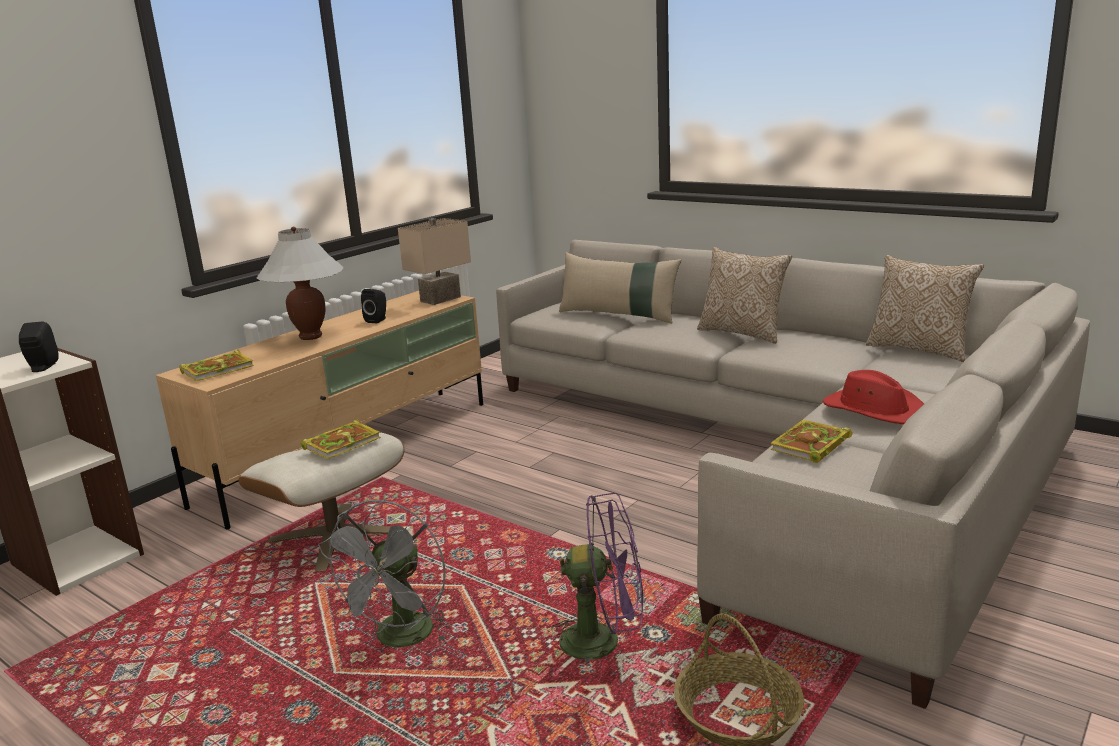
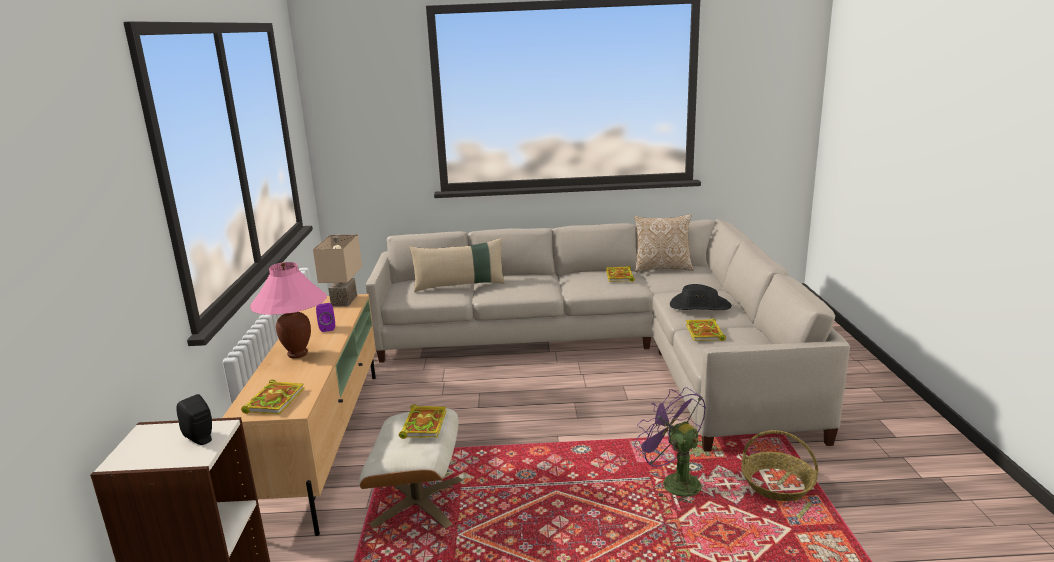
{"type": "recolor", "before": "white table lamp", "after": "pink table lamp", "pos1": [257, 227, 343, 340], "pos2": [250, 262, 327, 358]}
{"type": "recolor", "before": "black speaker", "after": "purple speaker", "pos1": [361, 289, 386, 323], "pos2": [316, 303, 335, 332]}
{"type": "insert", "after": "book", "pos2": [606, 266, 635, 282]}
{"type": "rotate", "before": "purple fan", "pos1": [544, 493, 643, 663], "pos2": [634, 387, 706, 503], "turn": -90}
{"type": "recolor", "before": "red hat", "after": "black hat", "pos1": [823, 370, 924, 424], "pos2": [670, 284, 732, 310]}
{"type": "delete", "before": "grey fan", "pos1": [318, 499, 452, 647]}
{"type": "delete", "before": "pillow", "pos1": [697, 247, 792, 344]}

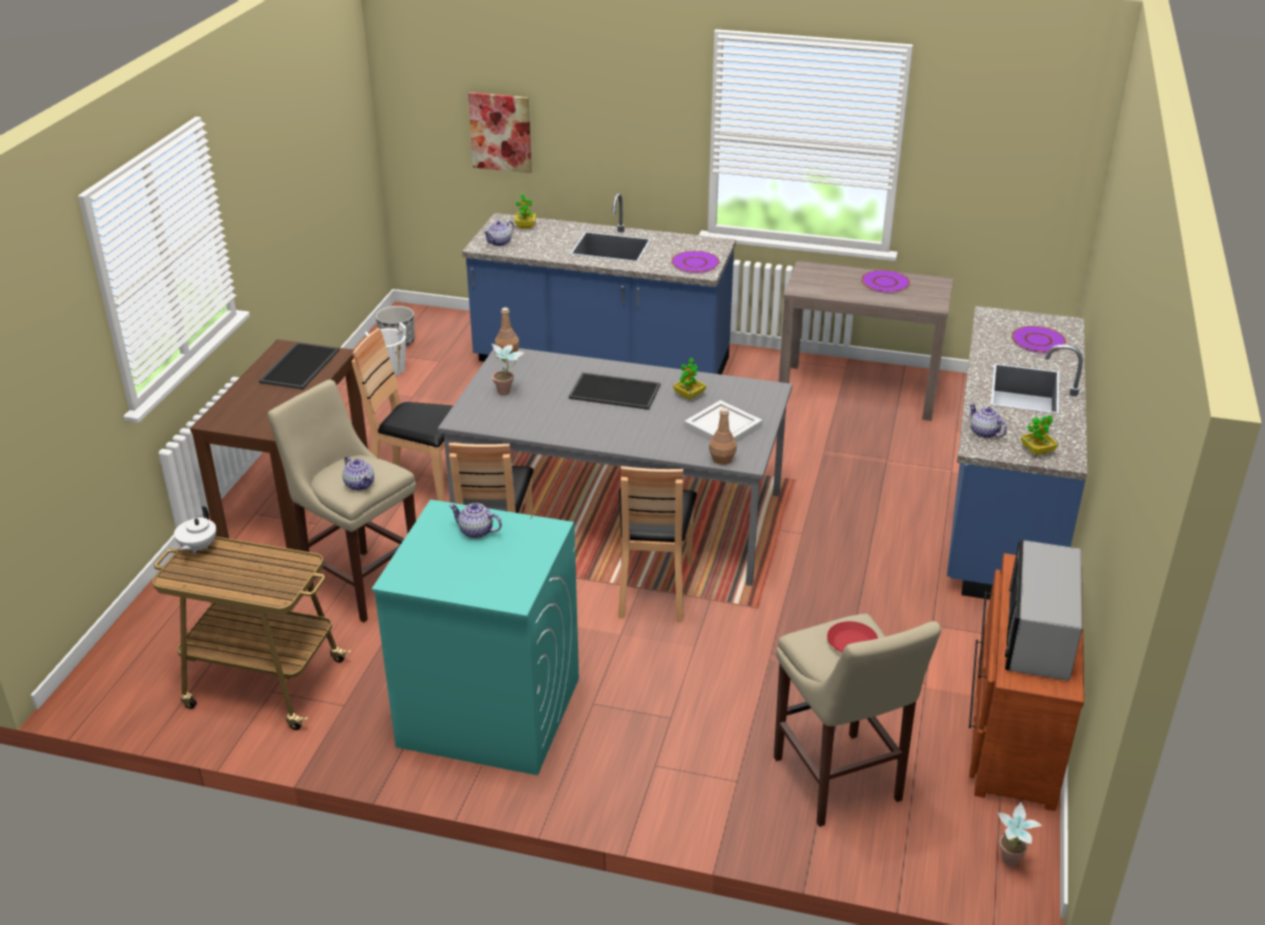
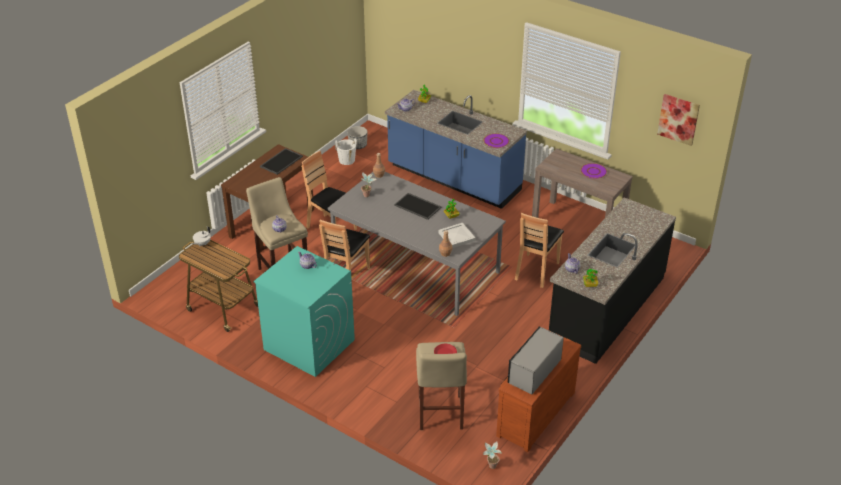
{"type": "move", "before": "brown chair", "pos1": [618, 466, 697, 621], "pos2": [515, 213, 564, 288]}
{"type": "recolor", "before": "blue counter", "after": "black counter", "pos1": [947, 306, 1087, 600], "pos2": [549, 197, 676, 364]}
{"type": "move", "before": "picture", "pos1": [468, 92, 532, 173], "pos2": [657, 94, 700, 146]}
{"type": "delete", "before": "purple plate", "pos1": [1011, 326, 1066, 353]}

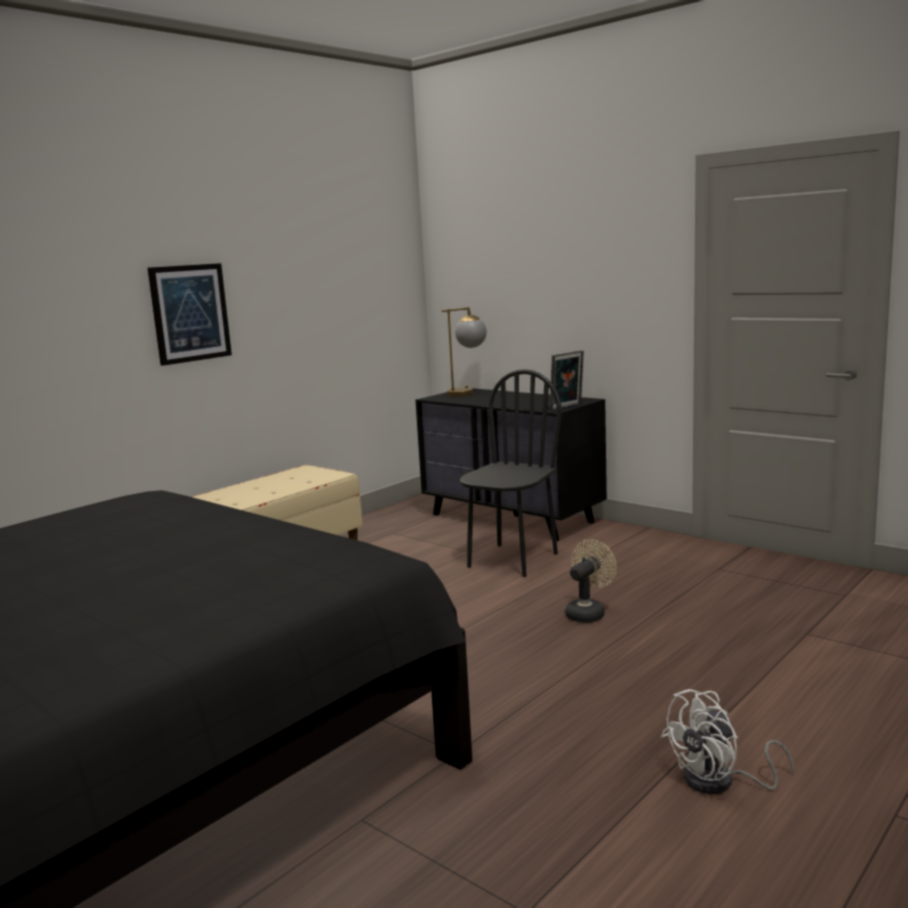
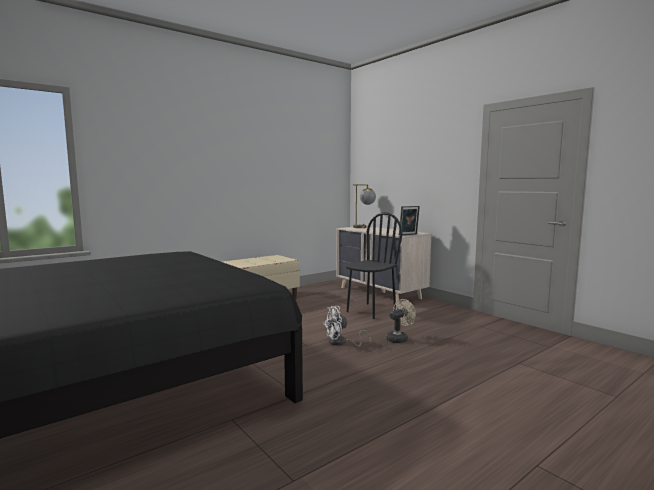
{"type": "move", "before": "white fan", "pos1": [661, 689, 794, 794], "pos2": [323, 306, 371, 347]}
{"type": "recolor", "before": "black dresser", "after": "beige dresser", "pos1": [415, 388, 607, 541], "pos2": [336, 226, 431, 303]}
{"type": "delete", "before": "picture", "pos1": [148, 263, 232, 366]}

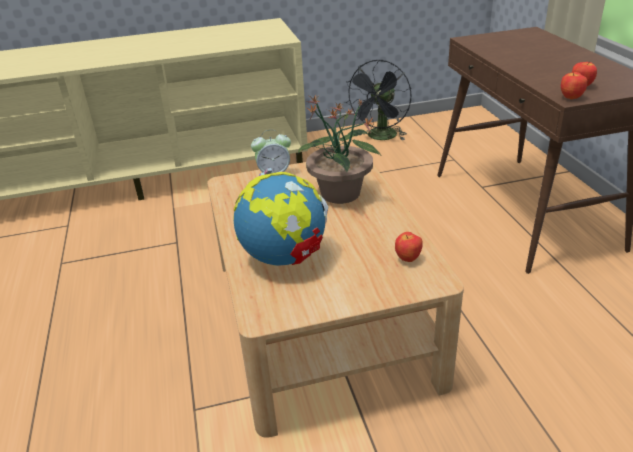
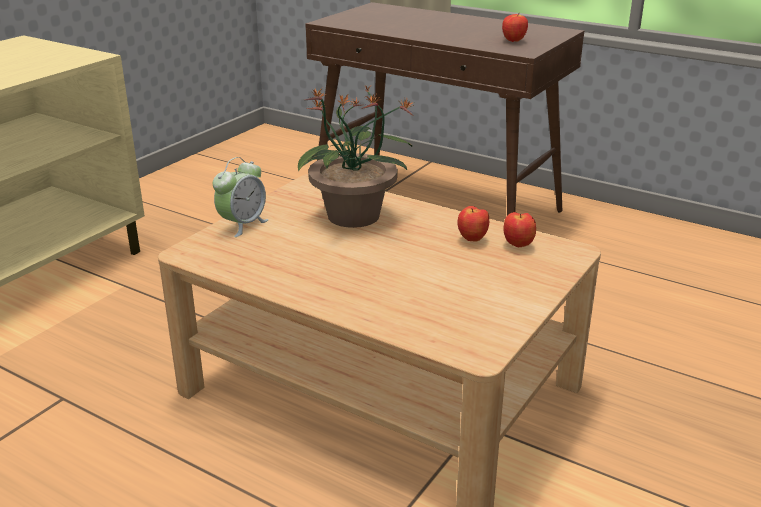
{"type": "move", "before": "apple", "pos1": [561, 72, 588, 99], "pos2": [457, 206, 489, 242]}
{"type": "delete", "before": "globe", "pos1": [233, 168, 328, 266]}
{"type": "delete", "before": "black fan", "pos1": [345, 60, 411, 140]}

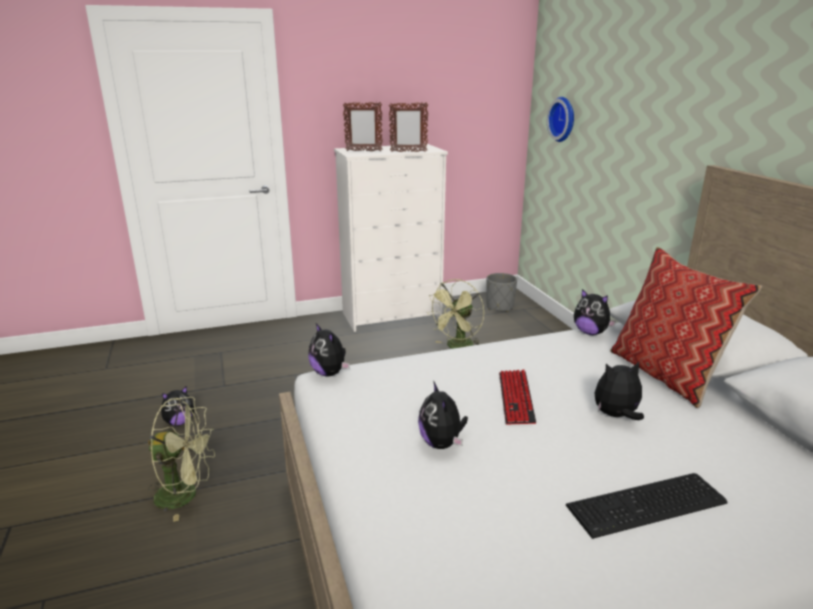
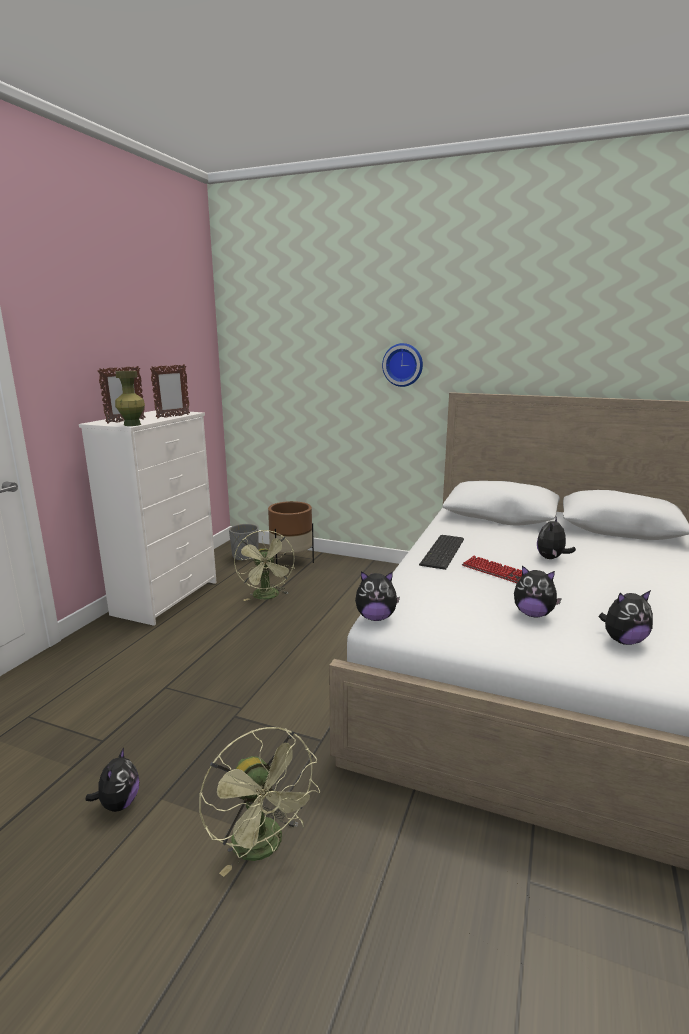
{"type": "insert", "after": "green vase", "pos2": [115, 371, 145, 426]}
{"type": "rotate", "before": "green fan", "pos1": [148, 397, 215, 522], "pos2": [199, 727, 320, 877], "turn": 105}
{"type": "insert", "after": "brown planter", "pos2": [268, 501, 314, 564]}
{"type": "move", "before": "wall clock", "pos1": [547, 97, 574, 142], "pos2": [382, 343, 423, 387]}
{"type": "move", "before": "keyboard", "pos1": [566, 473, 728, 539], "pos2": [419, 535, 464, 570]}
{"type": "move", "before": "plush toy", "pos1": [574, 289, 616, 335], "pos2": [599, 590, 653, 645]}
{"type": "delete", "before": "pillow", "pos1": [610, 247, 762, 408]}

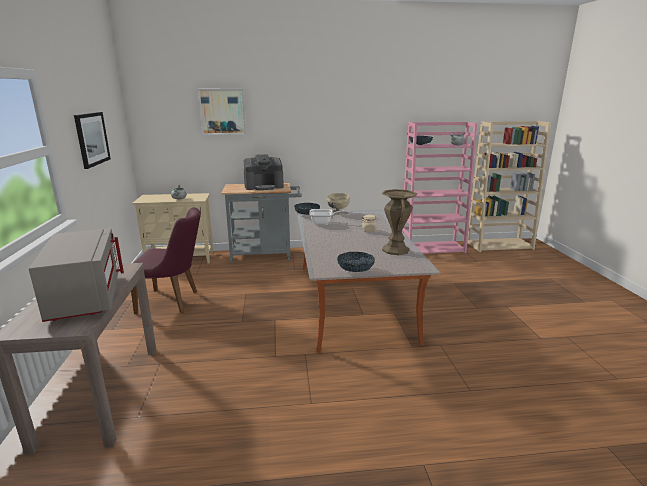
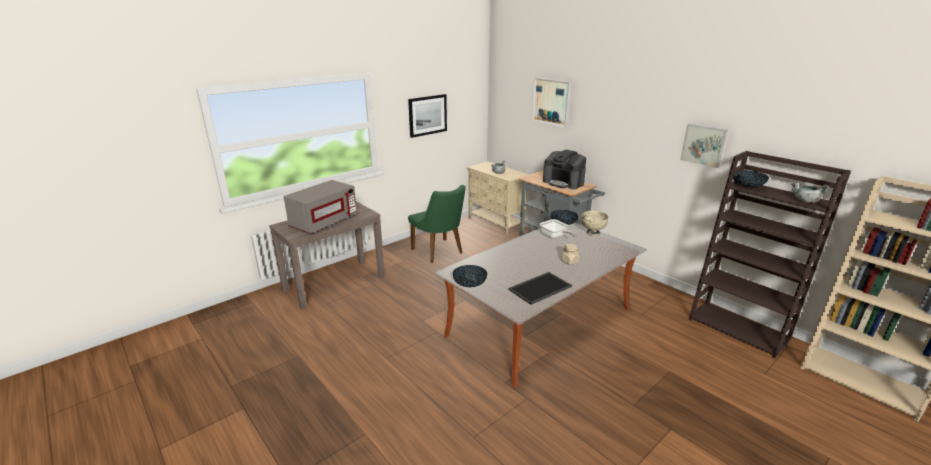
{"type": "recolor", "before": "purple chair", "after": "green chair", "pos1": [131, 207, 201, 314], "pos2": [408, 185, 466, 263]}
{"type": "replace", "before": "brown vase", "after": "tray", "pos1": [381, 189, 417, 255], "pos2": [508, 272, 572, 305]}
{"type": "insert", "after": "picture", "pos2": [680, 124, 728, 168]}
{"type": "recolor", "before": "pink bookcase", "after": "brown bookcase", "pos1": [402, 122, 477, 254], "pos2": [689, 151, 851, 358]}

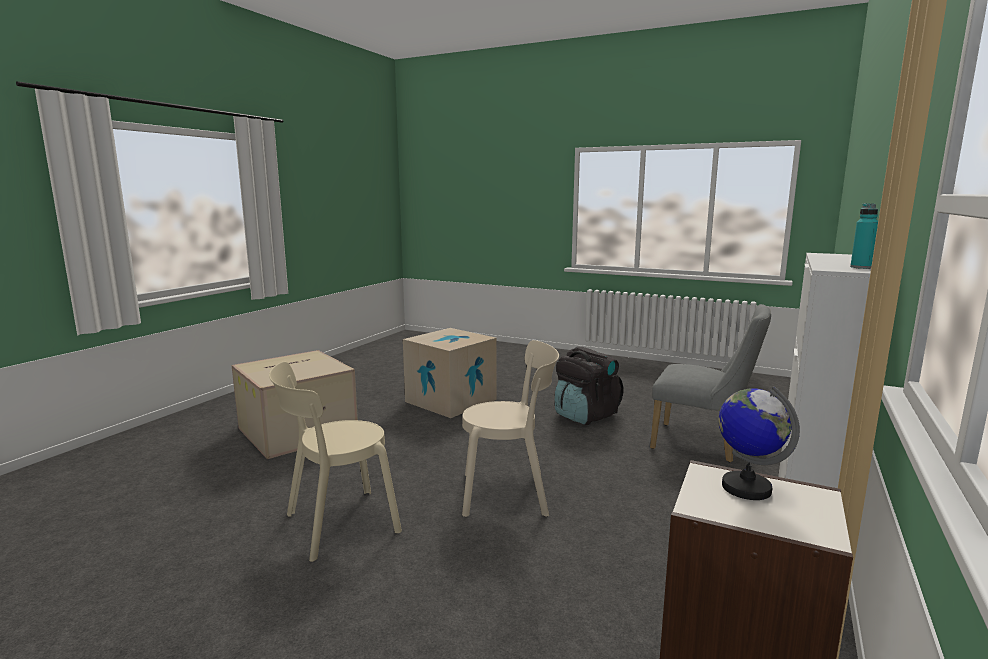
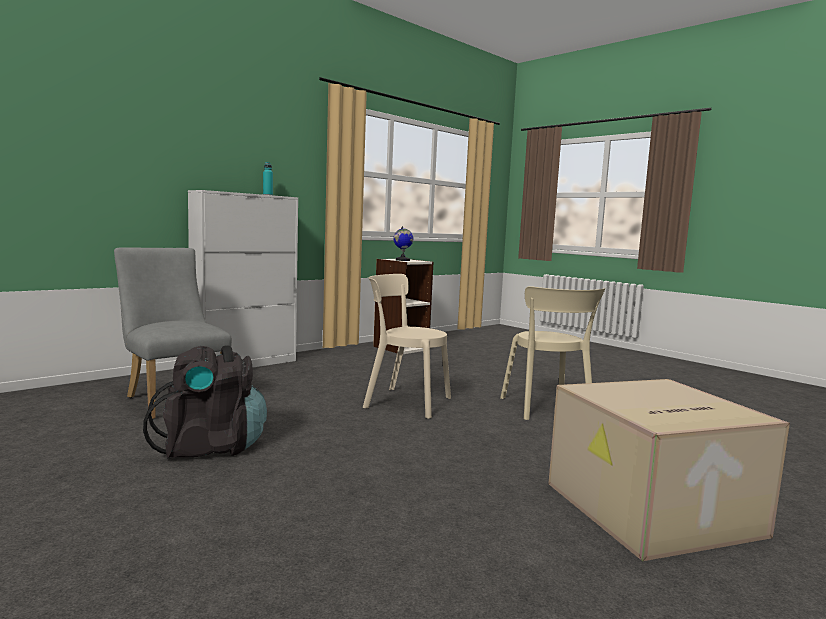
{"type": "rotate", "before": "beige chair", "pos1": [269, 362, 402, 562], "pos2": [500, 286, 605, 420], "turn": 90}
{"type": "delete", "before": "cardboard box", "pos1": [403, 328, 497, 418]}

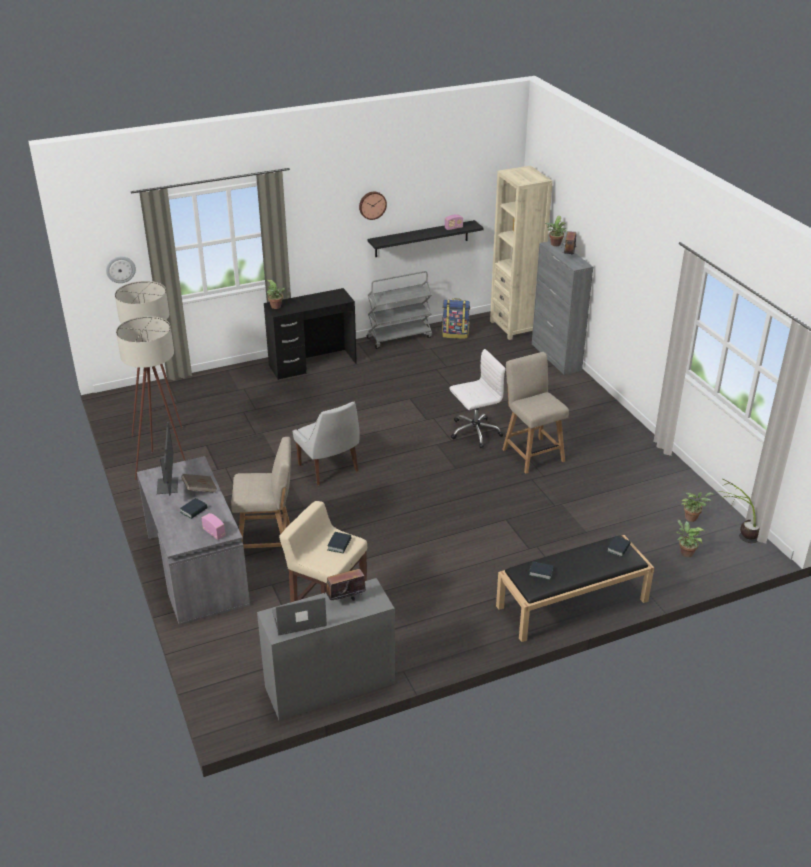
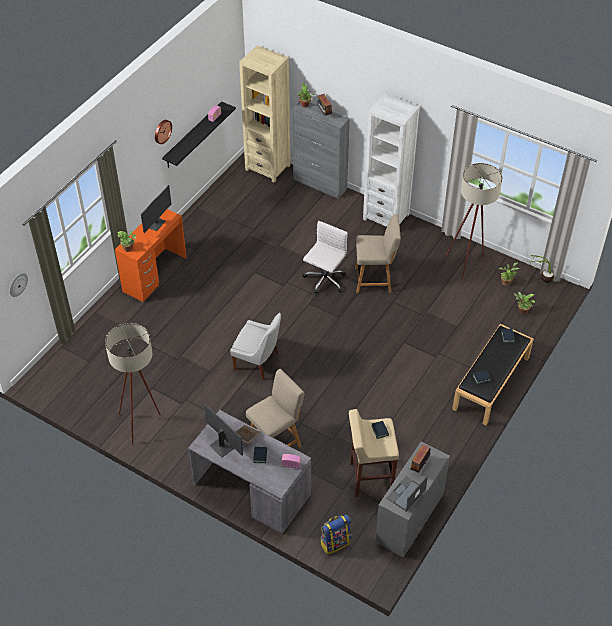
{"type": "recolor", "before": "black desk", "after": "orange desk", "pos1": [264, 288, 357, 380], "pos2": [115, 209, 187, 302]}
{"type": "insert", "after": "monitor", "pos2": [141, 185, 171, 233]}
{"type": "move", "before": "backpack", "pos1": [442, 298, 470, 339], "pos2": [320, 515, 351, 555]}
{"type": "rotate", "before": "beige chair", "pos1": [502, 352, 569, 474], "pos2": [355, 214, 401, 293], "turn": 150}
{"type": "insert", "after": "white bookcase", "pos2": [363, 93, 420, 227]}
{"type": "move", "before": "beige floor lamp", "pos1": [115, 281, 182, 436], "pos2": [446, 163, 502, 279]}
{"type": "delete", "before": "grey cart", "pos1": [366, 271, 432, 349]}

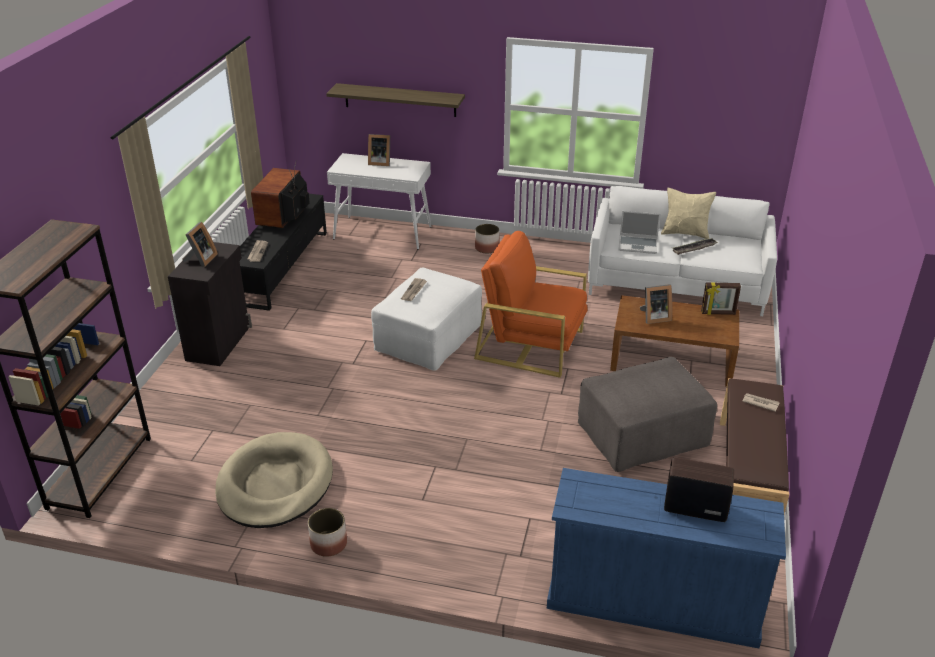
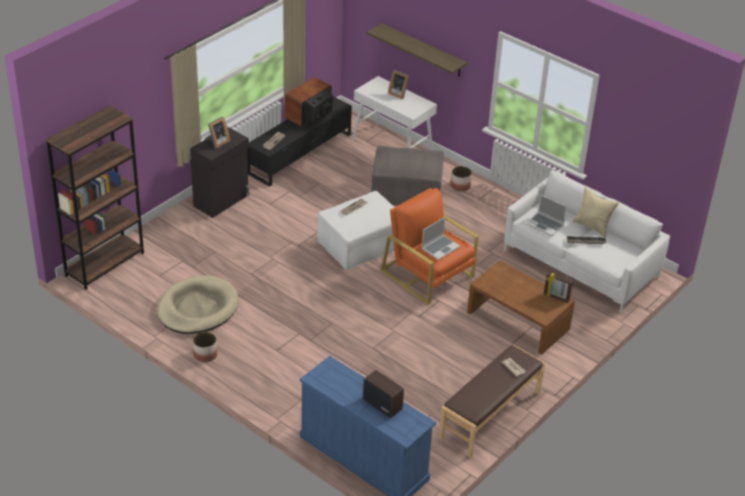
{"type": "move", "before": "grey ottoman", "pos1": [578, 357, 717, 472], "pos2": [371, 146, 444, 206]}
{"type": "insert", "after": "laptop", "pos2": [421, 217, 460, 260]}
{"type": "delete", "before": "picture frame", "pos1": [640, 284, 672, 324]}

